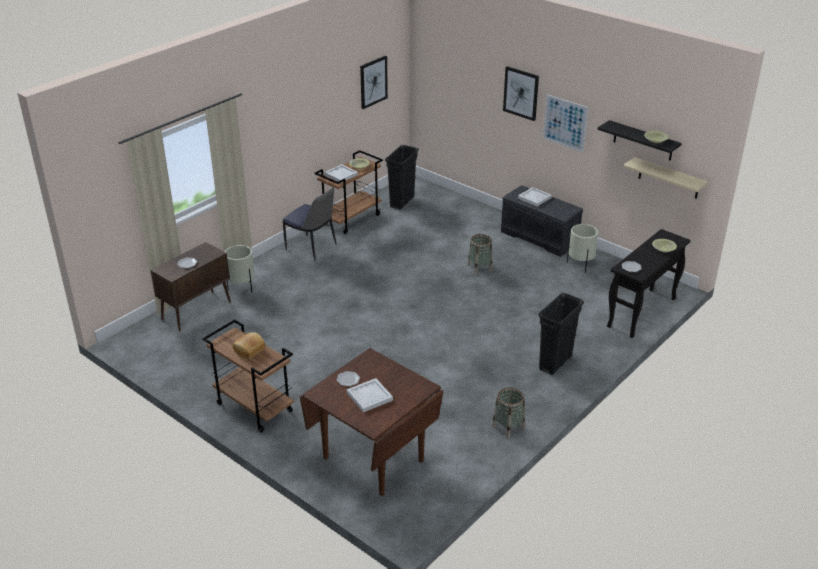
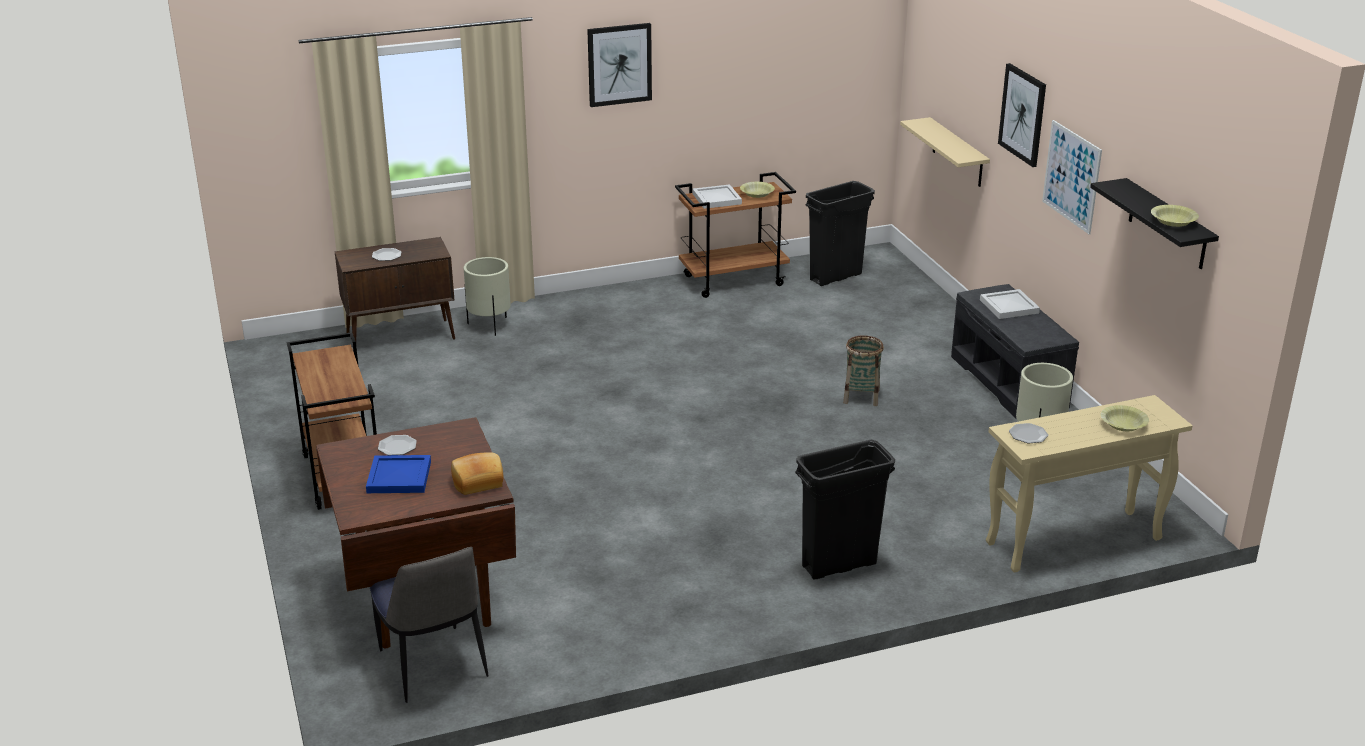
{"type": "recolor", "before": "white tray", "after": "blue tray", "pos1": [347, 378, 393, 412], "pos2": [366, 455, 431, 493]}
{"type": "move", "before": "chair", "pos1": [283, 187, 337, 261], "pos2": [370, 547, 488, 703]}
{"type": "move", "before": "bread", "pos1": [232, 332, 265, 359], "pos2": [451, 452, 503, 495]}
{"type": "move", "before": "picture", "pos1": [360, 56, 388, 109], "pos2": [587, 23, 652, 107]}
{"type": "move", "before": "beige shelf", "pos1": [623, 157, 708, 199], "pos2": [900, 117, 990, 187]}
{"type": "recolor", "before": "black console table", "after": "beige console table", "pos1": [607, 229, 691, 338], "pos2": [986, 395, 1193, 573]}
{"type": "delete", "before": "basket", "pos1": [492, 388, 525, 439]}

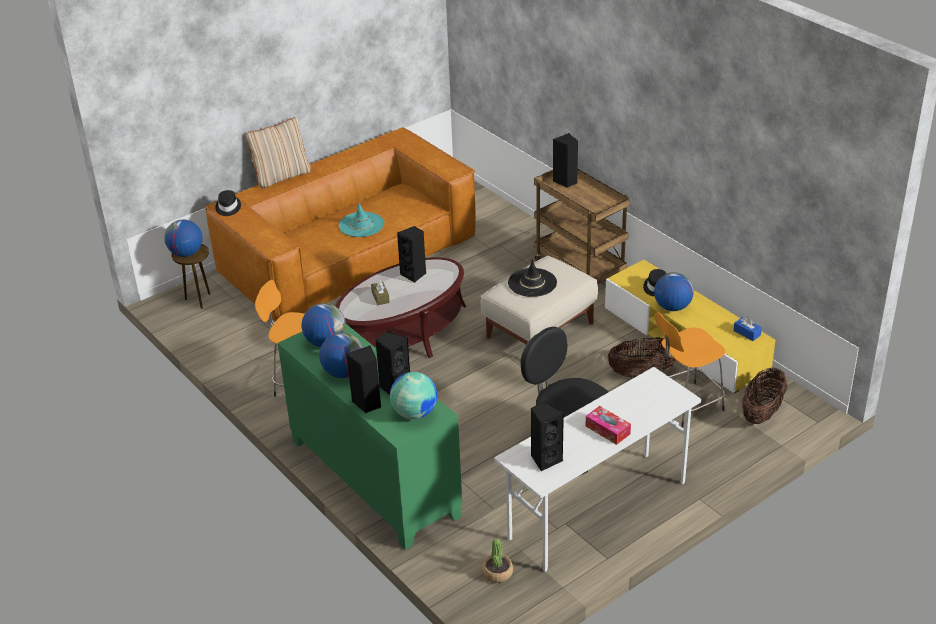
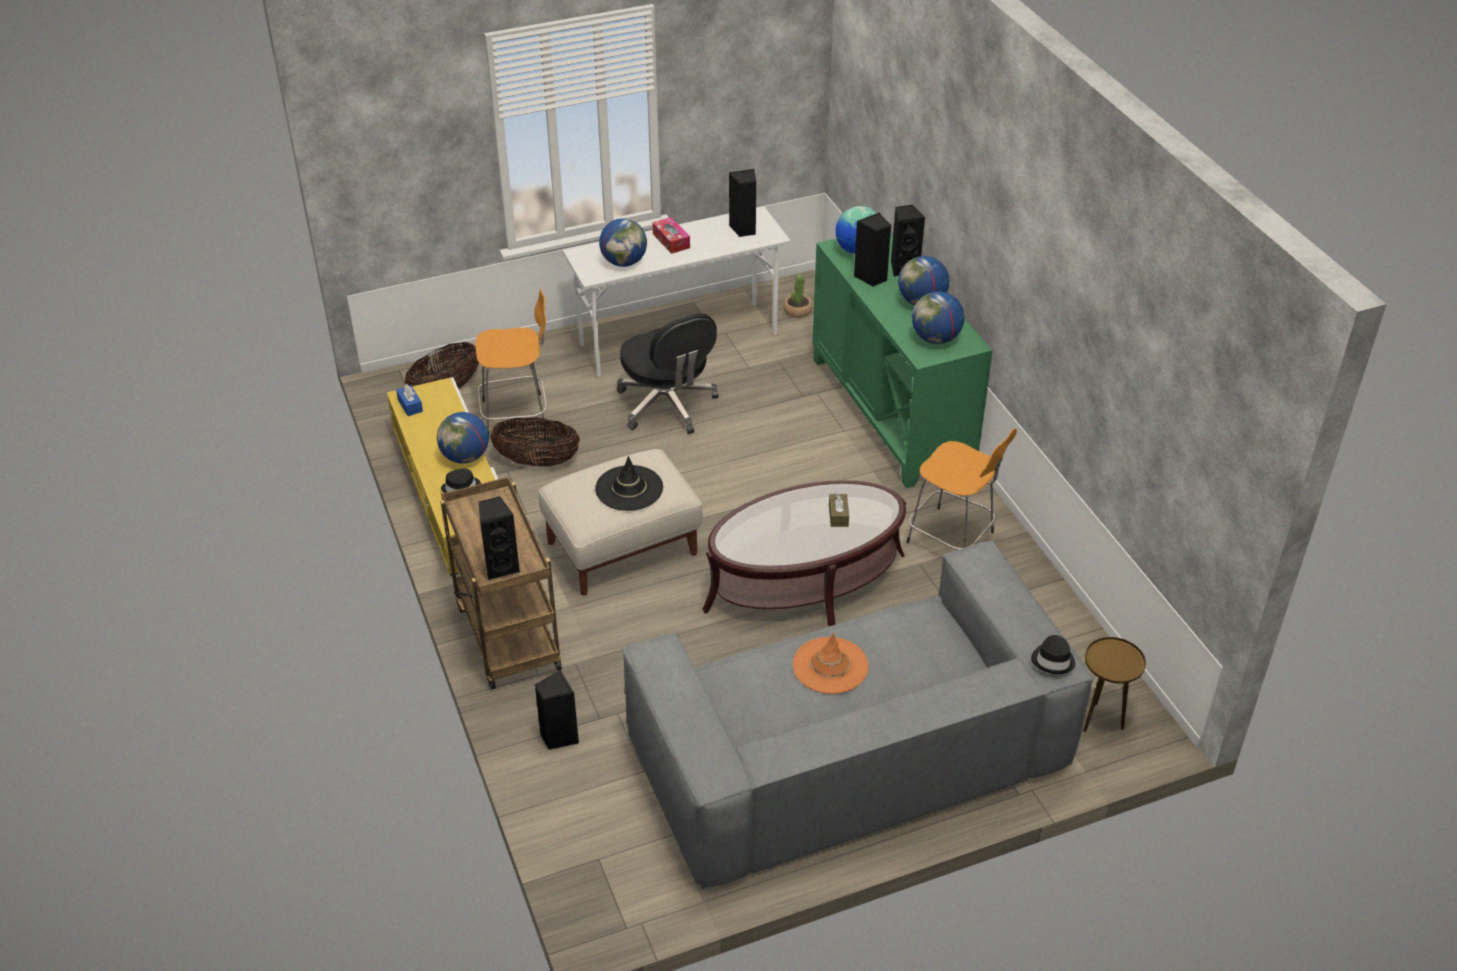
{"type": "move", "before": "black speaker", "pos1": [397, 226, 426, 283], "pos2": [535, 670, 579, 750]}
{"type": "move", "before": "globe", "pos1": [165, 220, 202, 257], "pos2": [599, 218, 647, 267]}
{"type": "recolor", "before": "brown sofa", "after": "grey sofa", "pos1": [205, 127, 476, 322], "pos2": [622, 541, 1094, 889]}
{"type": "recolor", "before": "turquoise hat", "after": "orange hat", "pos1": [339, 203, 384, 237], "pos2": [793, 633, 869, 694]}
{"type": "delete", "before": "beige pillow", "pos1": [245, 117, 311, 188]}

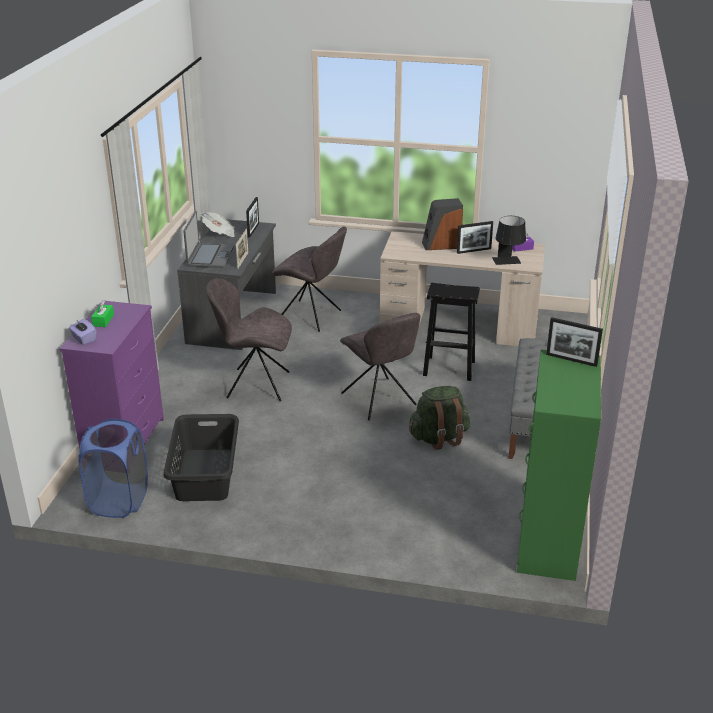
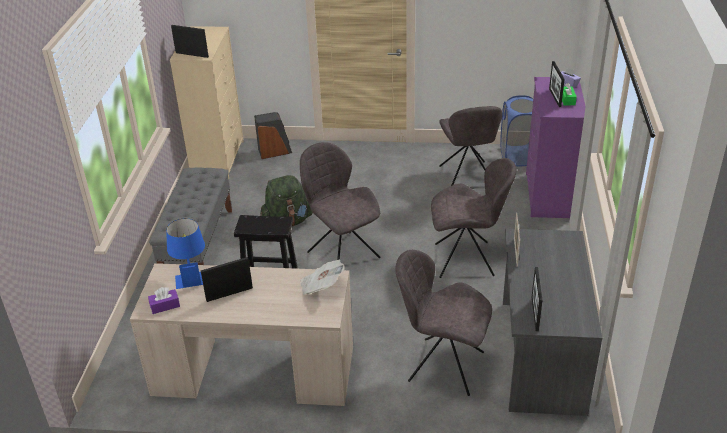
{"type": "recolor", "before": "black table lamp", "after": "blue table lamp", "pos1": [492, 216, 526, 265], "pos2": [166, 218, 205, 289]}
{"type": "recolor", "before": "green dresser", "after": "beige dresser", "pos1": [517, 350, 601, 581], "pos2": [170, 26, 244, 179]}
{"type": "move", "before": "speaker", "pos1": [422, 198, 463, 250], "pos2": [254, 112, 292, 159]}
{"type": "move", "before": "newspaper", "pos1": [201, 212, 235, 237], "pos2": [300, 260, 345, 295]}
{"type": "replace", "before": "black laundry basket", "after": "grey chair", "pos1": [164, 414, 239, 501], "pos2": [439, 106, 502, 186]}
{"type": "insert", "after": "picture frame", "pos2": [549, 61, 565, 107]}
{"type": "delete", "before": "laptop", "pos1": [183, 211, 234, 268]}

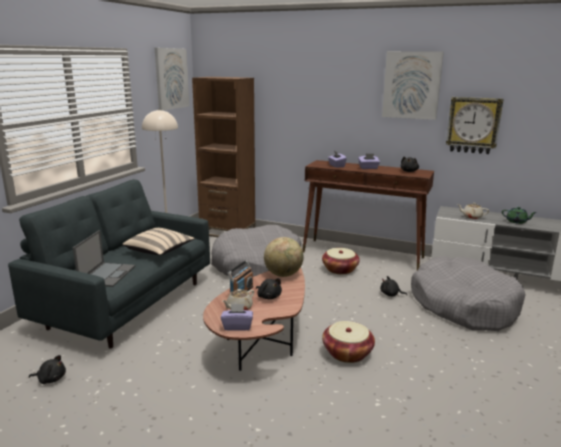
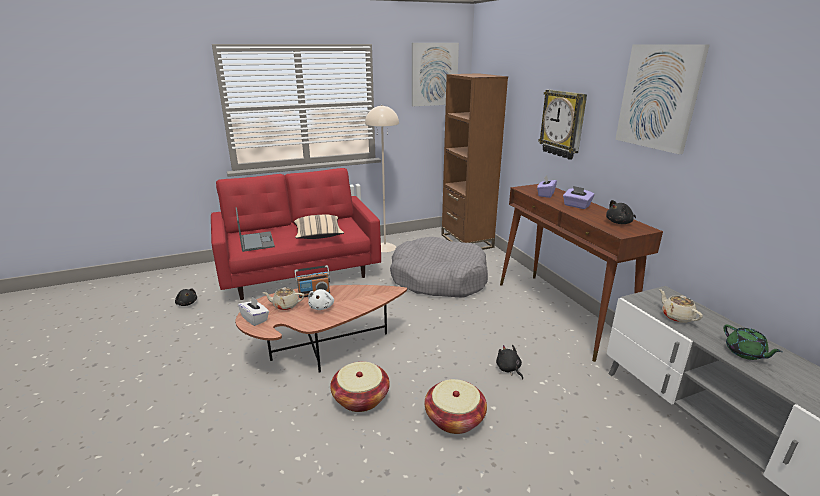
{"type": "recolor", "before": "grey sofa", "after": "red sofa", "pos1": [8, 179, 210, 348], "pos2": [211, 168, 381, 300]}
{"type": "rotate", "before": "laptop", "pos1": [73, 230, 135, 287], "pos2": [236, 207, 275, 252], "turn": -75}
{"type": "recolor", "before": "purple tissue box", "after": "white tissue box", "pos1": [221, 304, 253, 331], "pos2": [238, 296, 269, 326]}
{"type": "recolor", "before": "black plush toy", "after": "white plush toy", "pos1": [256, 278, 282, 299], "pos2": [308, 289, 334, 310]}
{"type": "move", "before": "basket", "pos1": [322, 248, 360, 275], "pos2": [425, 379, 487, 434]}
{"type": "move", "before": "wall clock", "pos1": [446, 97, 504, 154], "pos2": [538, 89, 587, 160]}
{"type": "delete", "before": "globe", "pos1": [264, 237, 304, 277]}
{"type": "delete", "before": "grey dog bed", "pos1": [411, 256, 526, 331]}

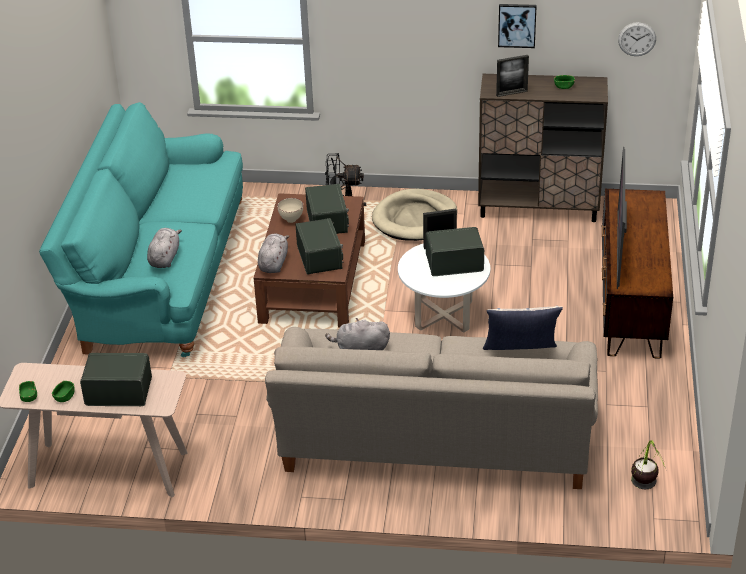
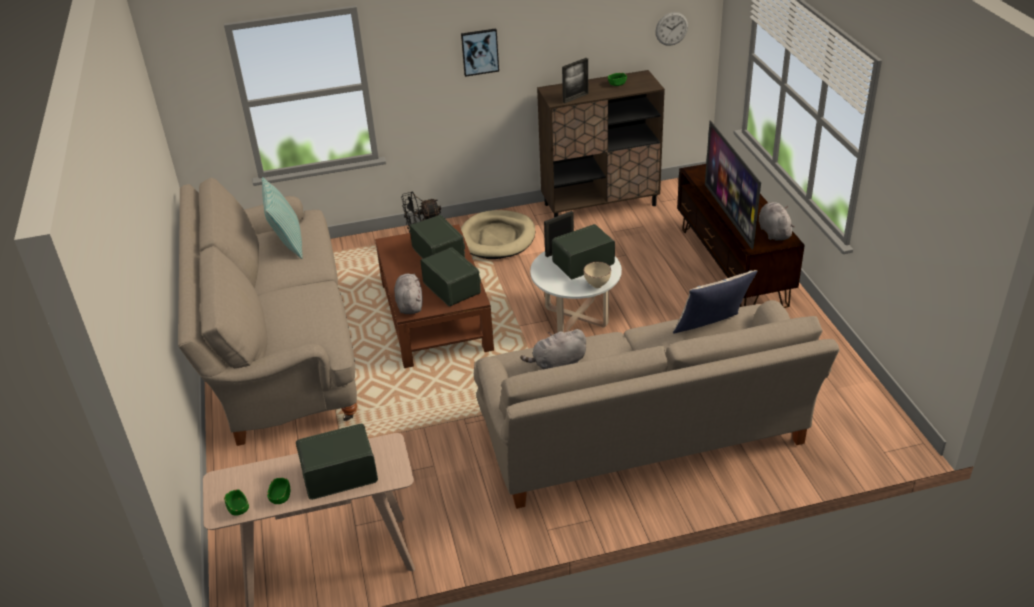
{"type": "recolor", "before": "turquoise sofa", "after": "beige sofa", "pos1": [39, 102, 243, 358], "pos2": [178, 178, 357, 446]}
{"type": "insert", "after": "pillow", "pos2": [262, 177, 303, 259]}
{"type": "move", "before": "picture", "pos1": [498, 4, 537, 48], "pos2": [461, 28, 499, 77]}
{"type": "move", "before": "beige bowl", "pos1": [277, 198, 303, 223], "pos2": [584, 262, 611, 288]}
{"type": "move", "before": "grey plush toy", "pos1": [147, 228, 182, 268], "pos2": [759, 202, 795, 241]}
{"type": "delete", "before": "potted plant", "pos1": [631, 440, 666, 489]}

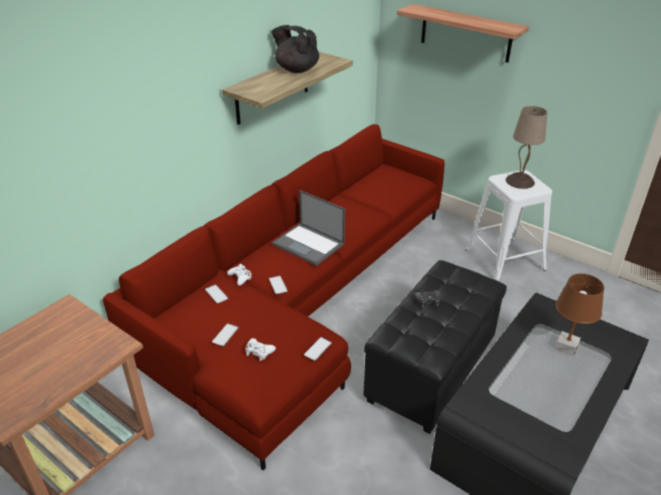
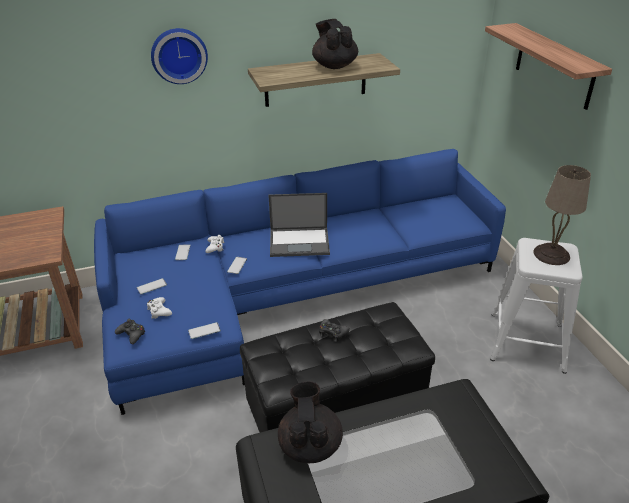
{"type": "recolor", "before": "red sofa", "after": "blue sofa", "pos1": [103, 124, 445, 470], "pos2": [94, 149, 506, 415]}
{"type": "insert", "after": "black game controller", "pos2": [115, 319, 145, 344]}
{"type": "insert", "after": "wall clock", "pos2": [151, 28, 208, 84]}
{"type": "rotate", "before": "laptop", "pos1": [272, 190, 345, 266], "pos2": [268, 193, 330, 257], "turn": -75}
{"type": "insert", "after": "black teapot", "pos2": [278, 381, 343, 463]}
{"type": "delete", "before": "brown table lamp", "pos1": [555, 274, 604, 356]}

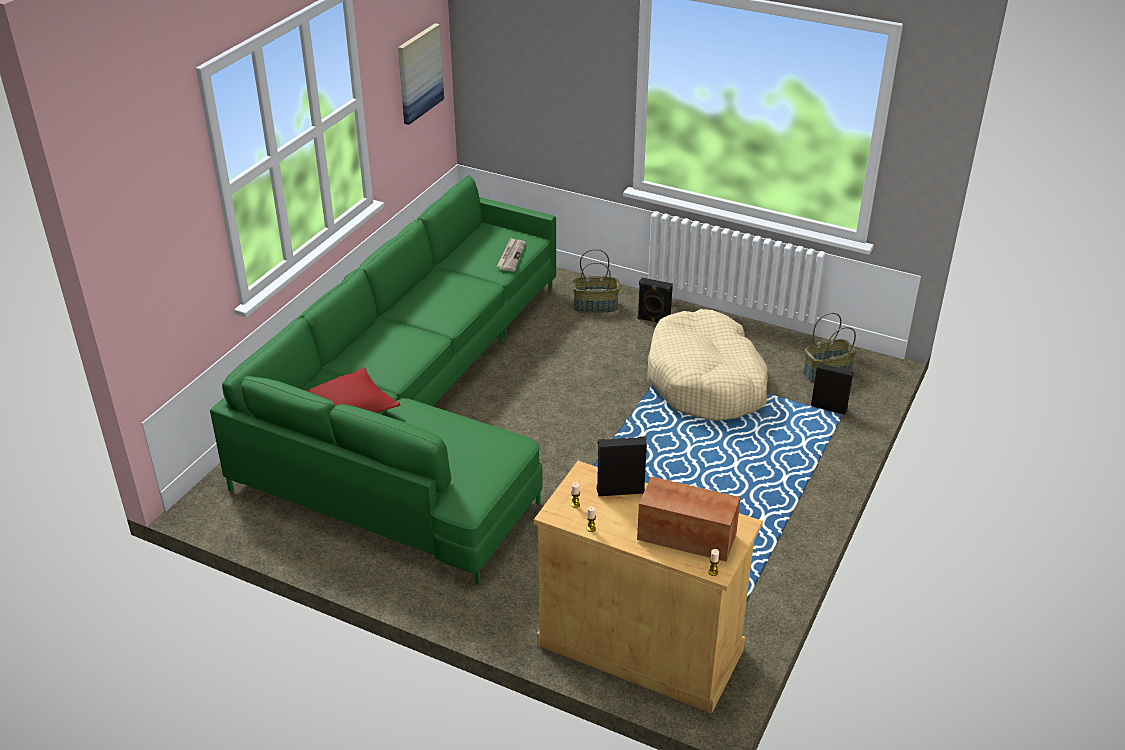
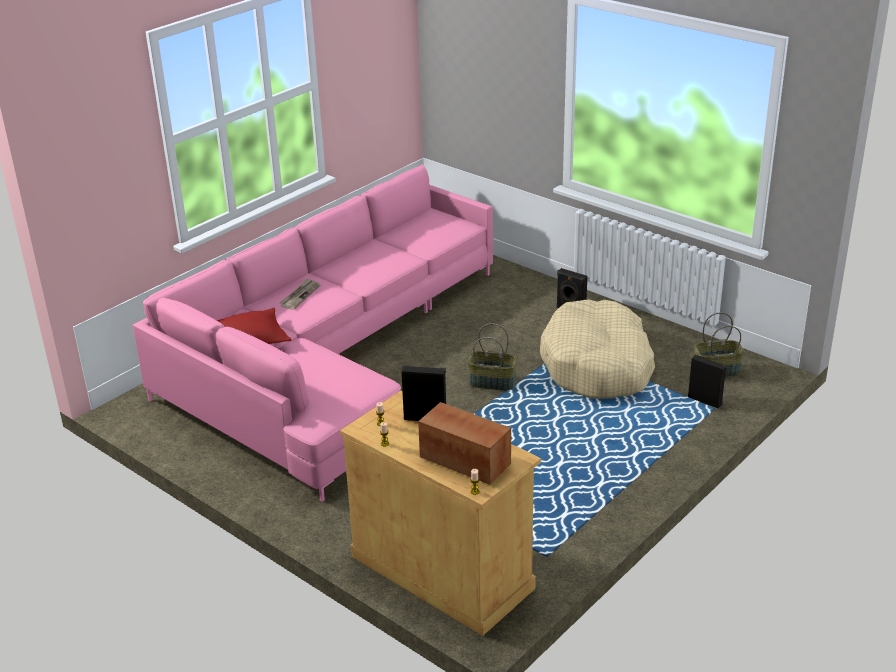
{"type": "recolor", "before": "green sofa", "after": "pink sofa", "pos1": [210, 175, 556, 585], "pos2": [133, 164, 493, 502]}
{"type": "move", "before": "newspaper", "pos1": [497, 237, 526, 271], "pos2": [280, 278, 320, 310]}
{"type": "move", "before": "basket", "pos1": [573, 249, 620, 313], "pos2": [468, 323, 517, 391]}
{"type": "delete", "before": "picture", "pos1": [398, 23, 444, 125]}

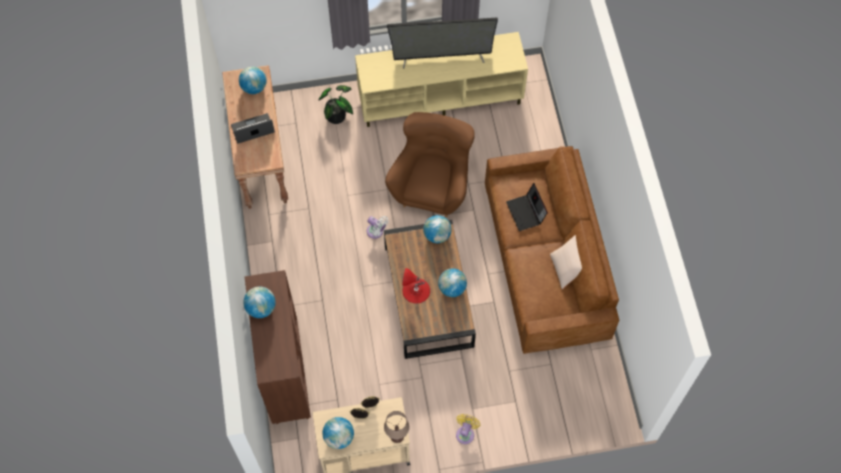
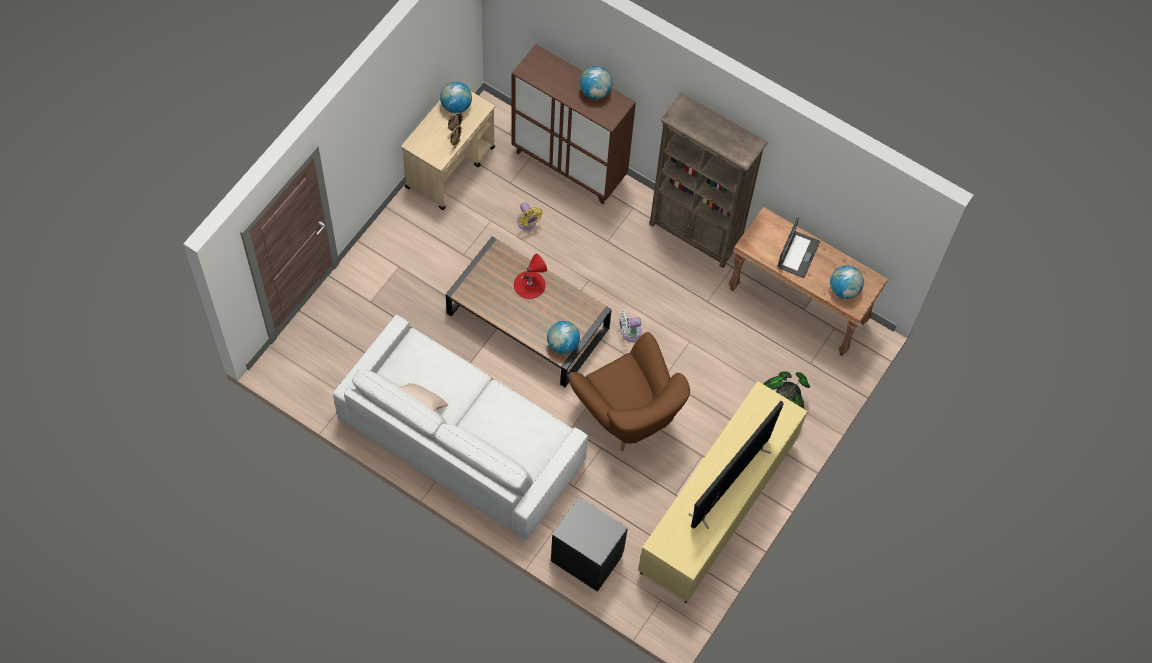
{"type": "recolor", "before": "brown sofa", "after": "white sofa", "pos1": [485, 146, 619, 354], "pos2": [333, 315, 588, 541]}
{"type": "move", "before": "yellow fan", "pos1": [456, 414, 480, 444], "pos2": [517, 202, 543, 230]}
{"type": "insert", "after": "black nightstand", "pos2": [551, 497, 628, 592]}
{"type": "insert", "after": "brown bookcase", "pos2": [649, 93, 768, 268]}
{"type": "delete", "before": "brown table lamp", "pos1": [384, 411, 410, 443]}
{"type": "delete", "before": "globe", "pos1": [438, 268, 467, 297]}
{"type": "delete", "before": "laptop", "pos1": [506, 183, 548, 231]}

